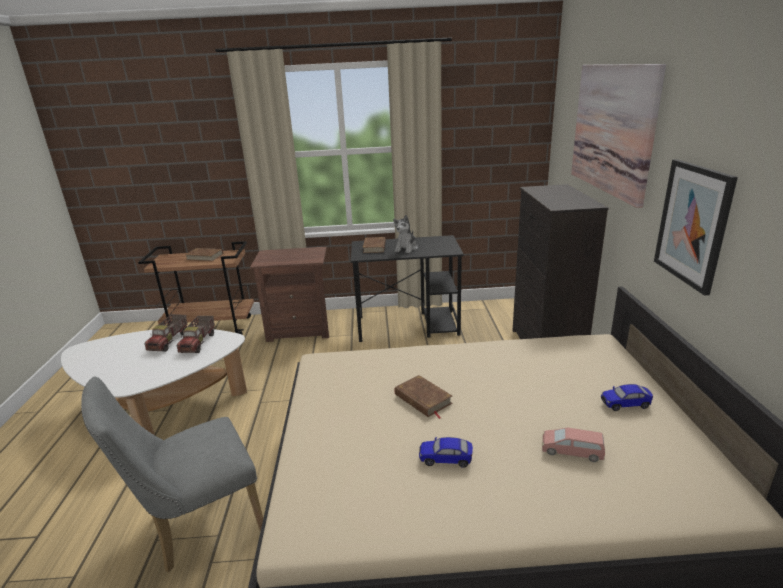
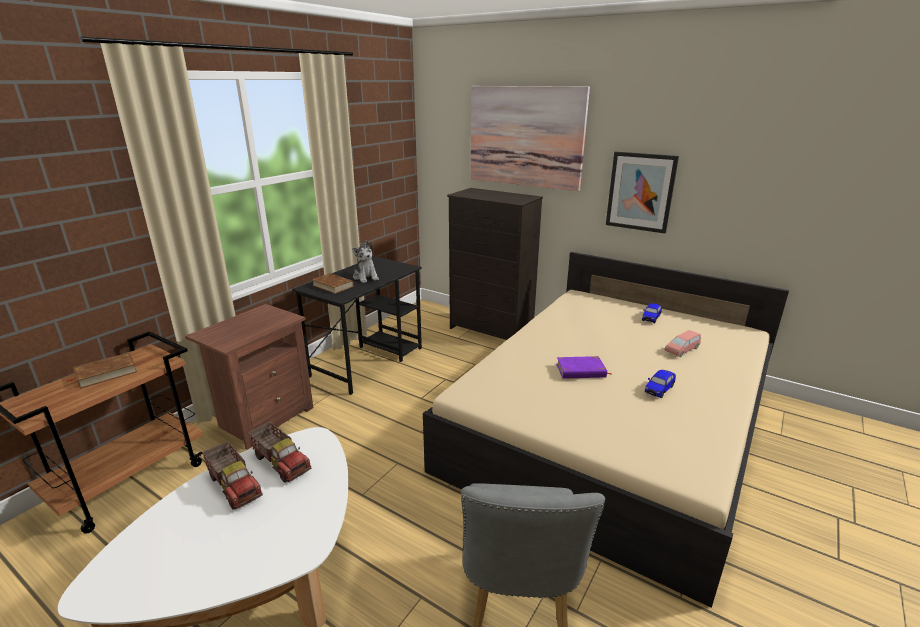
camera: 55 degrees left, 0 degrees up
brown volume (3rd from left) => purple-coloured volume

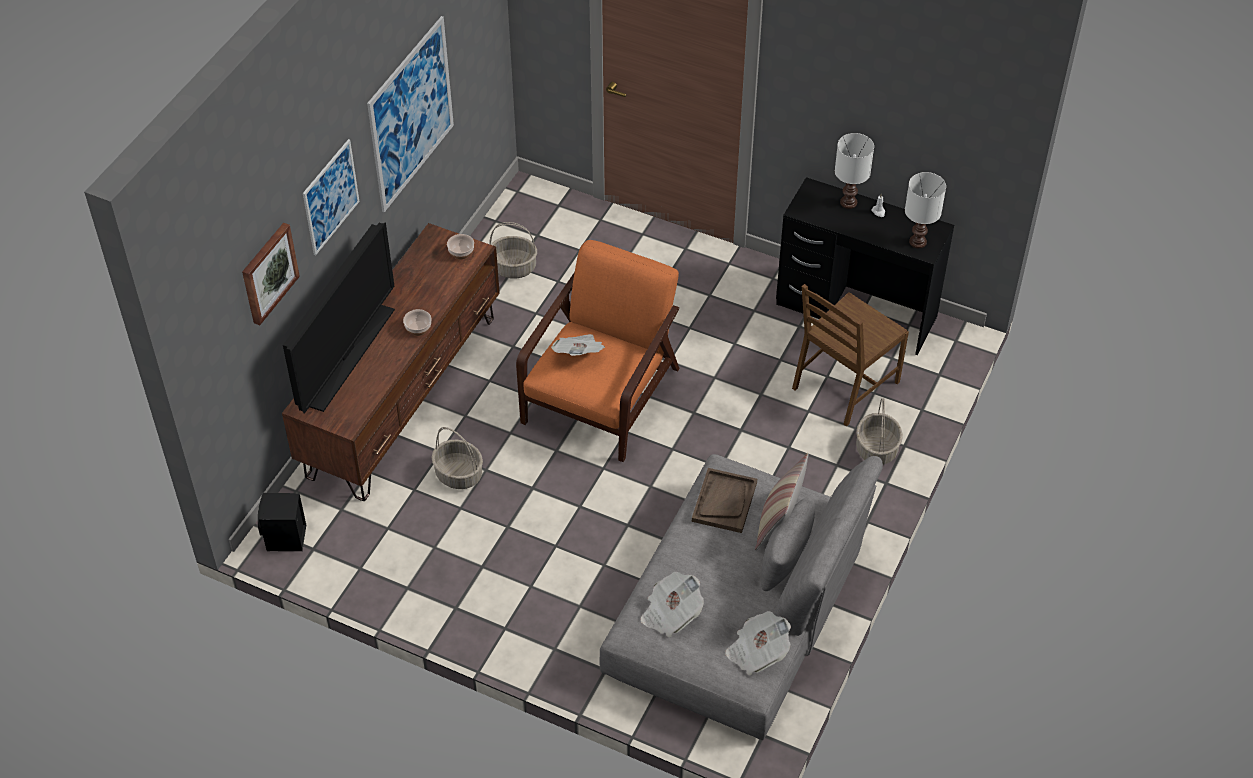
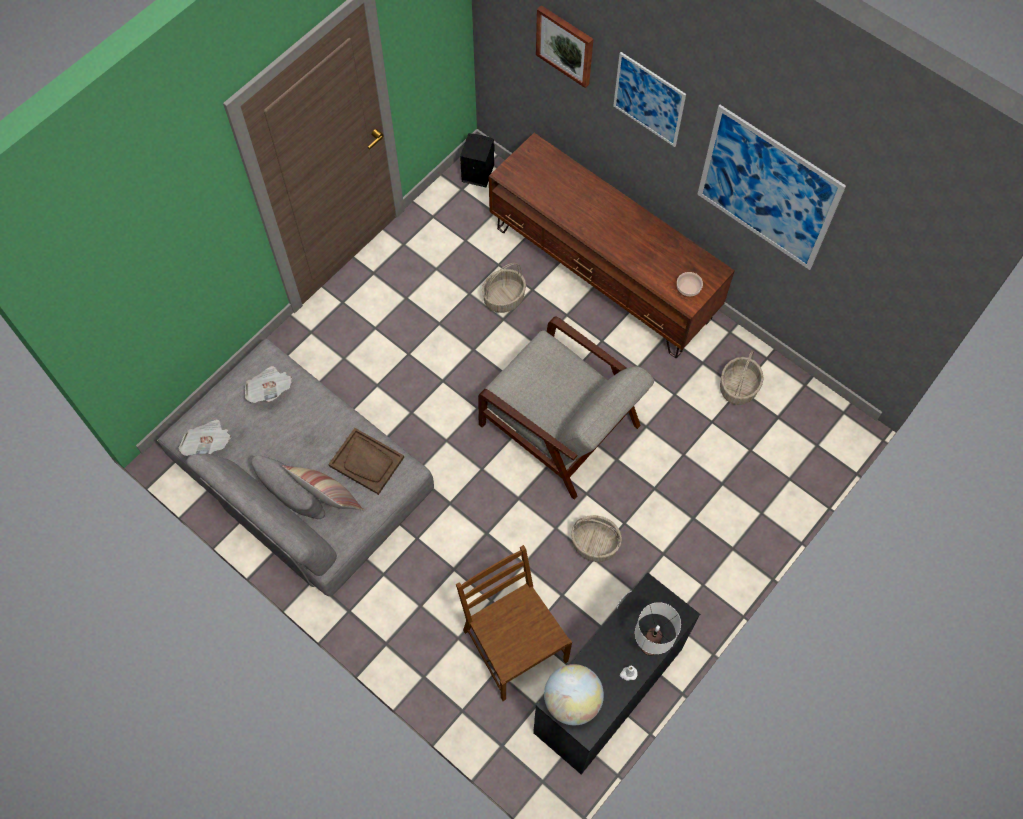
camera: 105 degrees right, 15 degrees up
white tabletop lamp (2nd from left) => globe
television => nothing
orangey lounge chair => grey lounge chair
deep dish (1st from left) => nothing
daily paper (1st from left) => nothing
household basket (3rd from left in the first image) => household basket (2nd from left), move

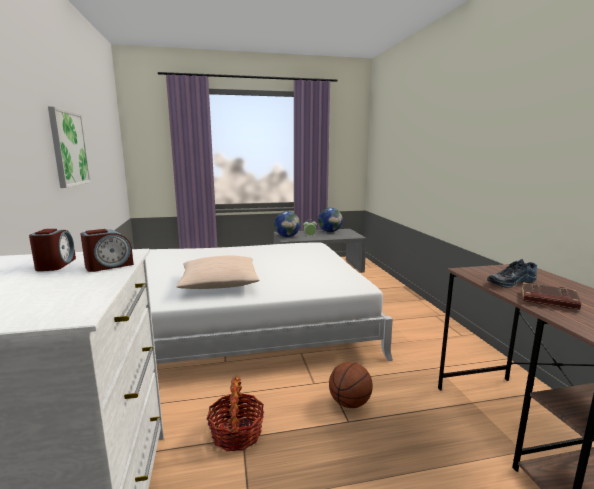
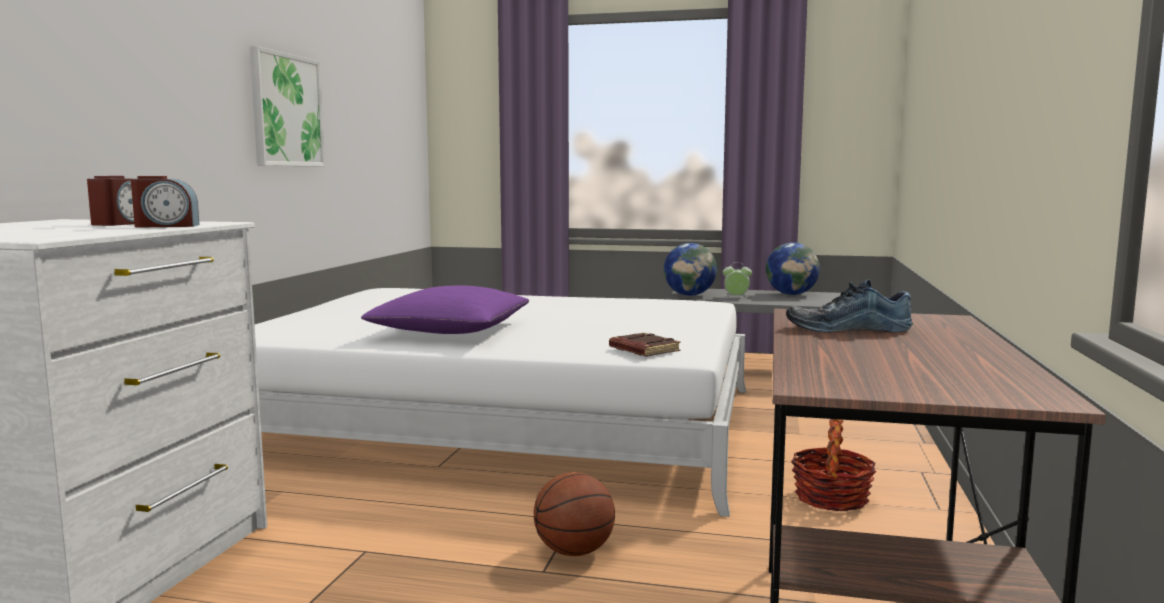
camera: 25 degrees right, 5 degrees down
beige cushion => purple-coloured cushion
brown volume, move
household basket, move

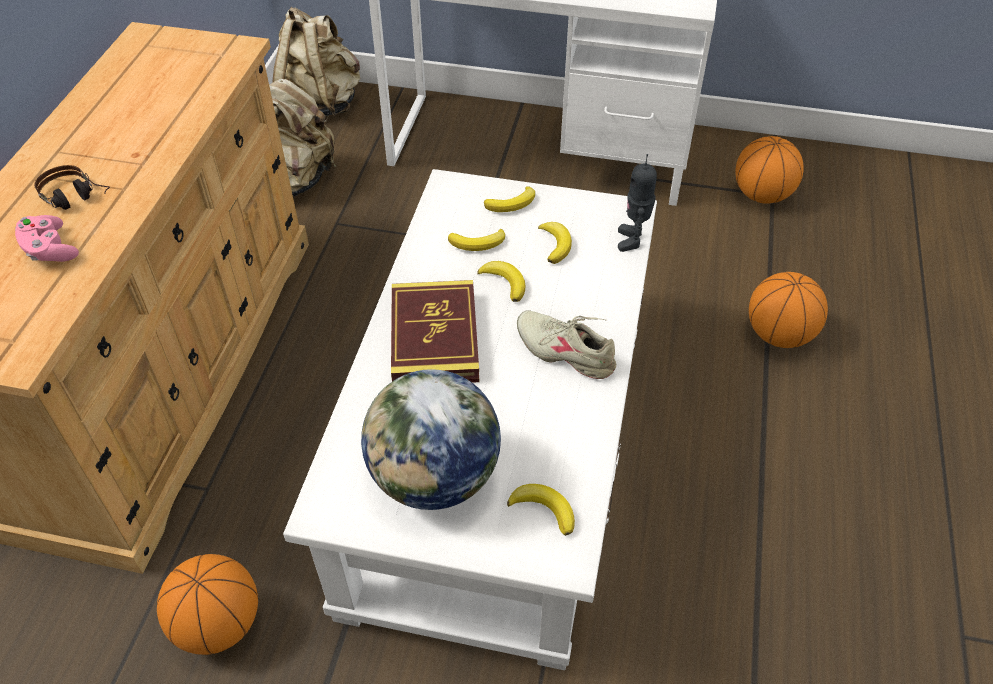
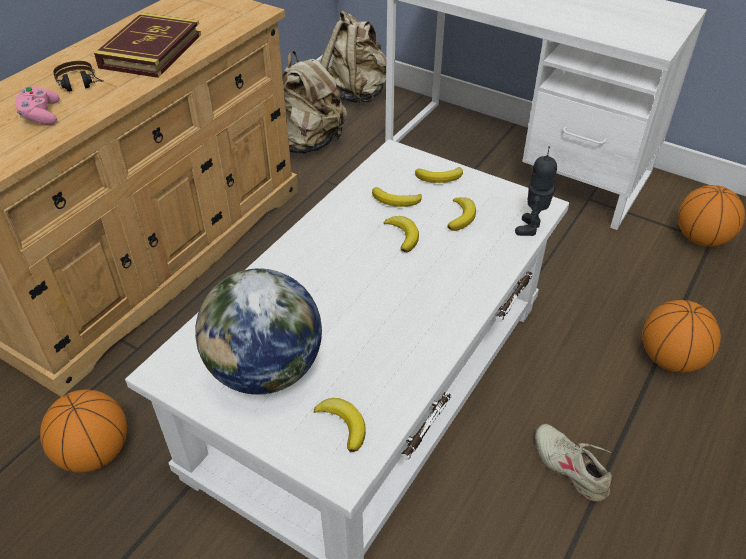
camera: 20 degrees right, 5 degrees down
volume, move
beige low shoe, move

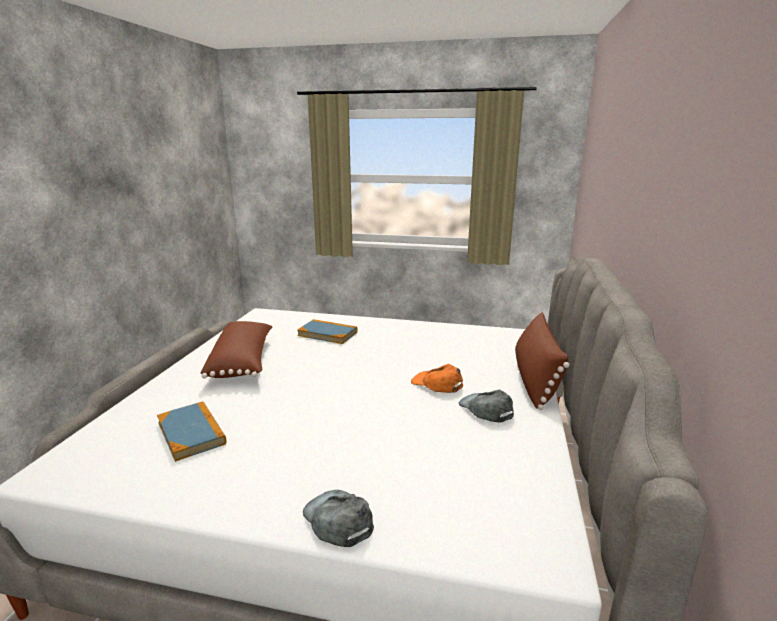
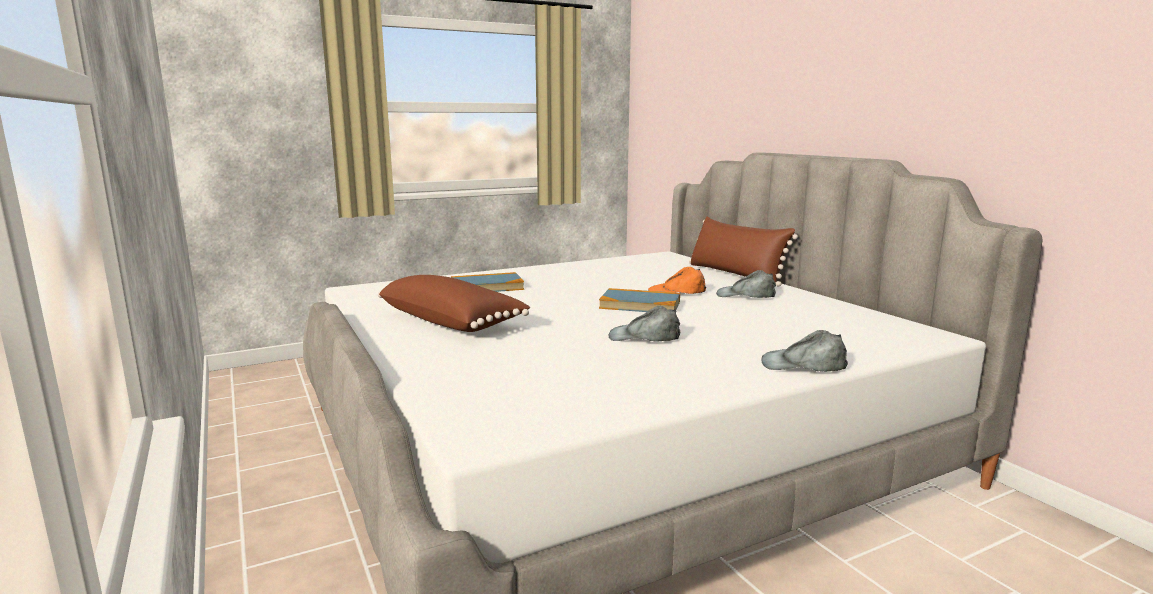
camera: 40 degrees left, 5 degrees down
volume (1st from left in the first image) => volume (2nd from left), move
nothing => grey peaked cap (1st from left)

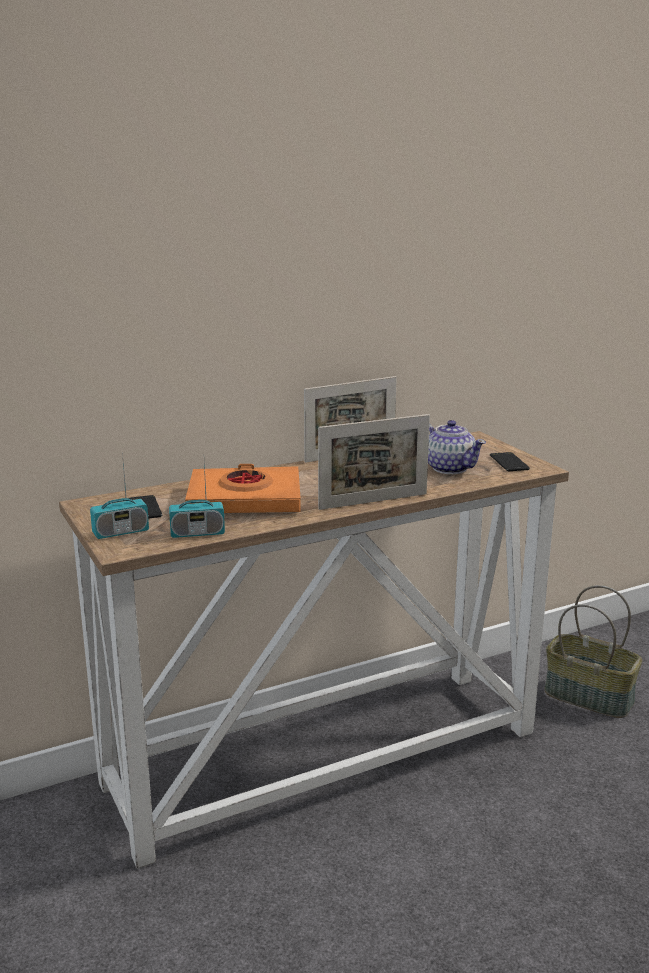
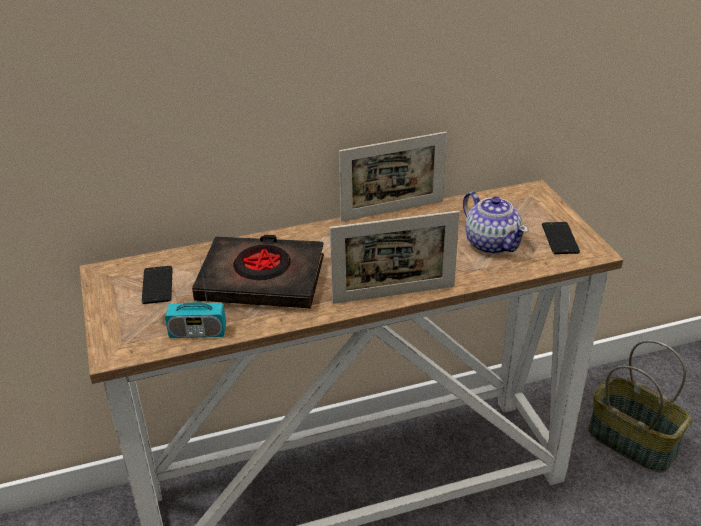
camera: 10 degrees right, 15 degrees up
radio (1st from left) => nothing
orangey volume => black volume

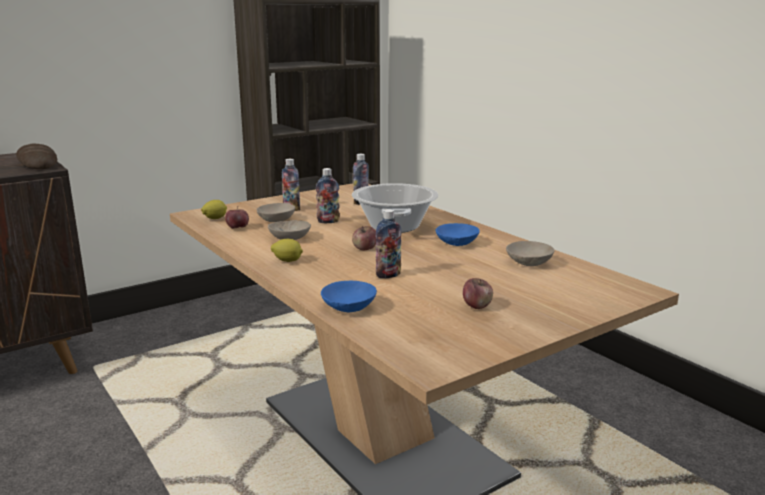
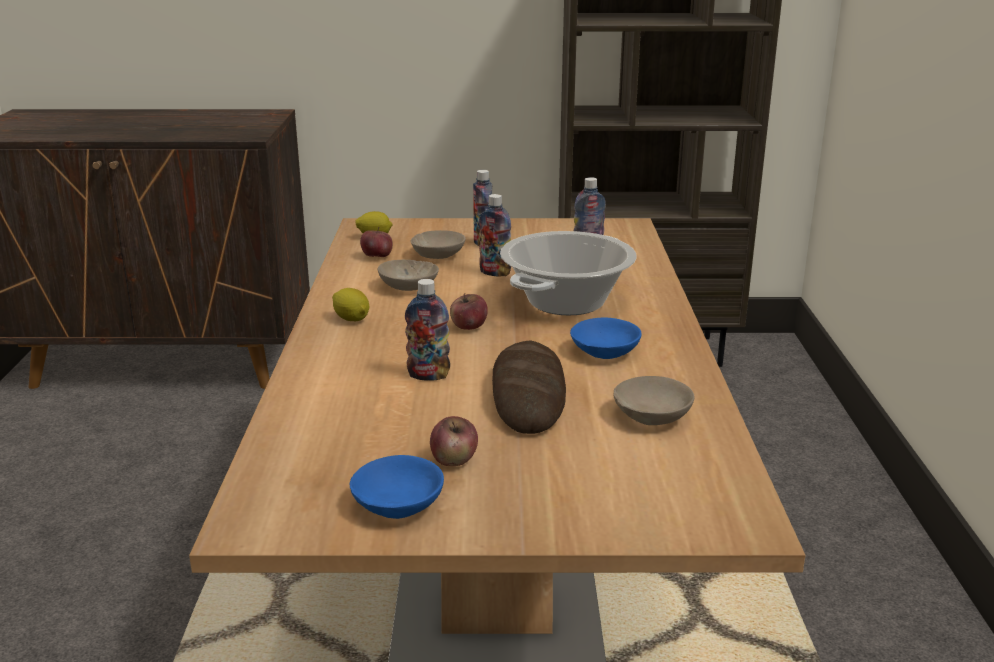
camera: 35 degrees right, 5 degrees up
bread, move
bluish deep dish (1st from left), move

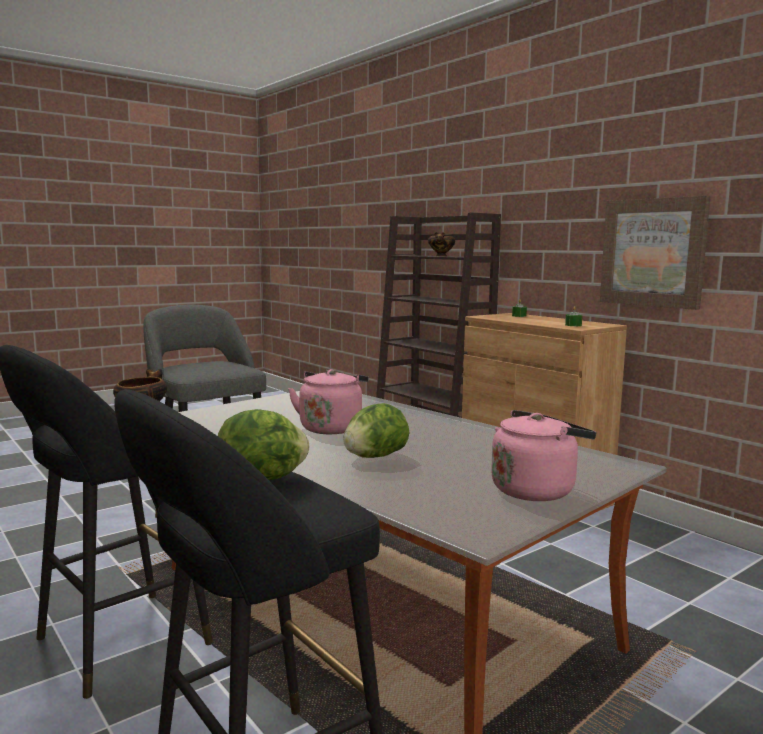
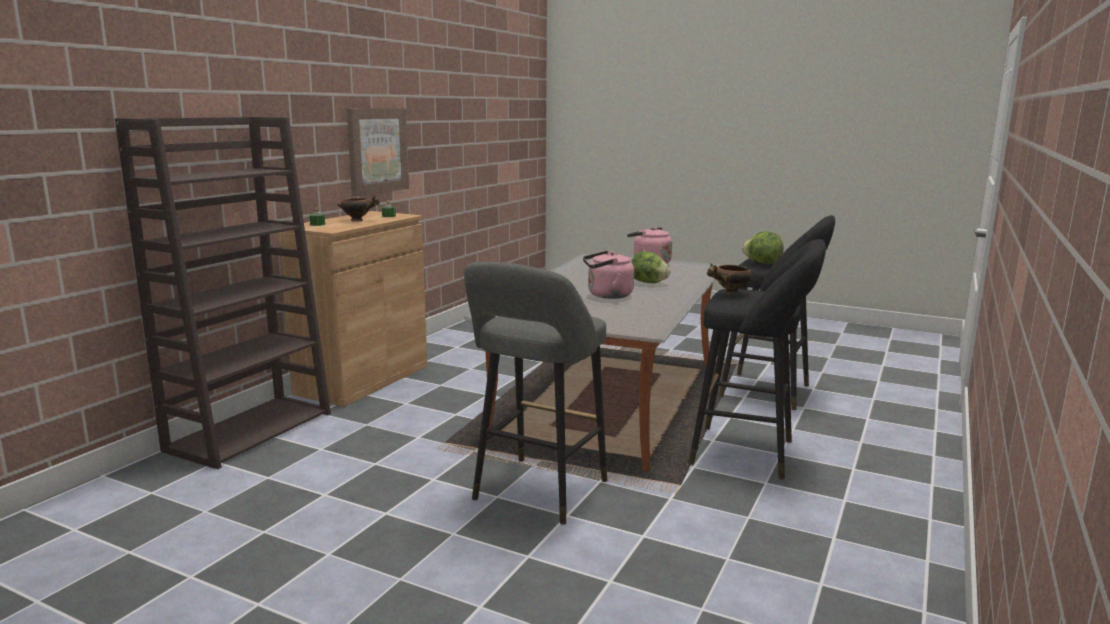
camera: 115 degrees left, 5 degrees up
deep dish (2nd from left in the first image) => deep dish (1st from left), move

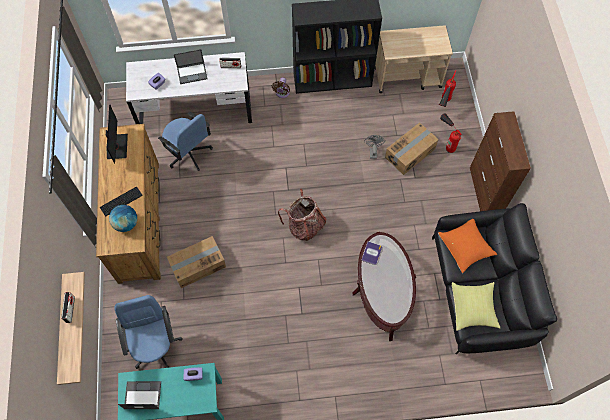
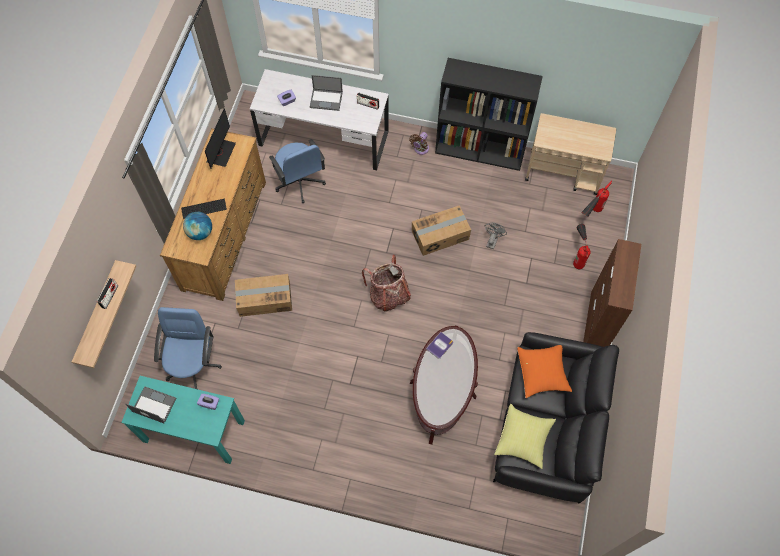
camera: 20 degrees right, 0 degrees up
carton (2nd from left), move

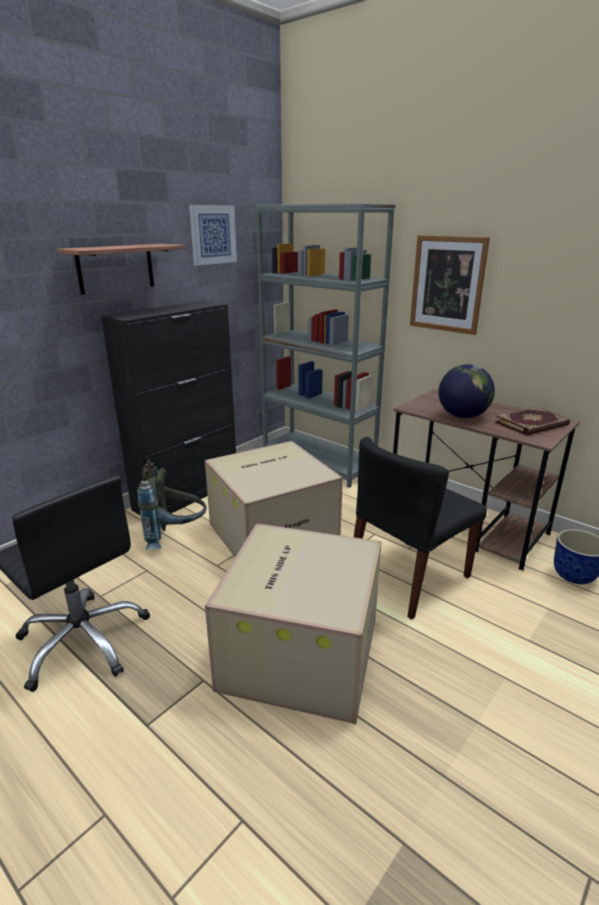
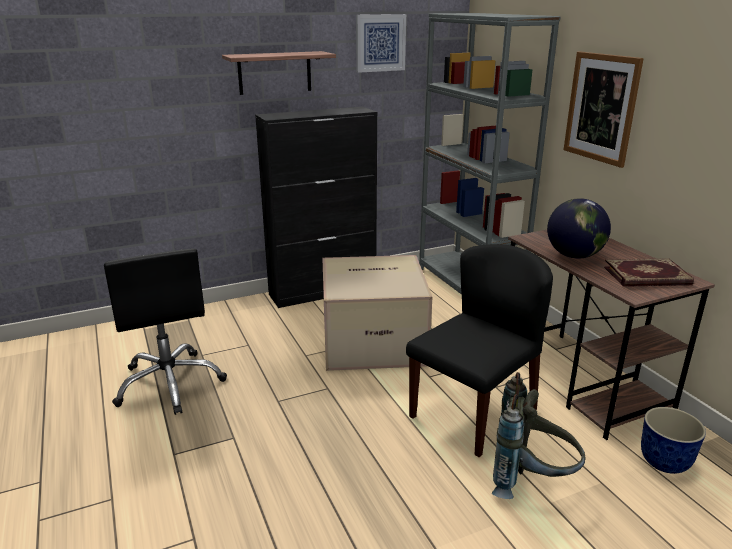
camera: 25 degrees right, 0 degrees up
black upright chair, 150 degrees clockwise
grey knapsack, move
carton (2nd from left) => nothing

